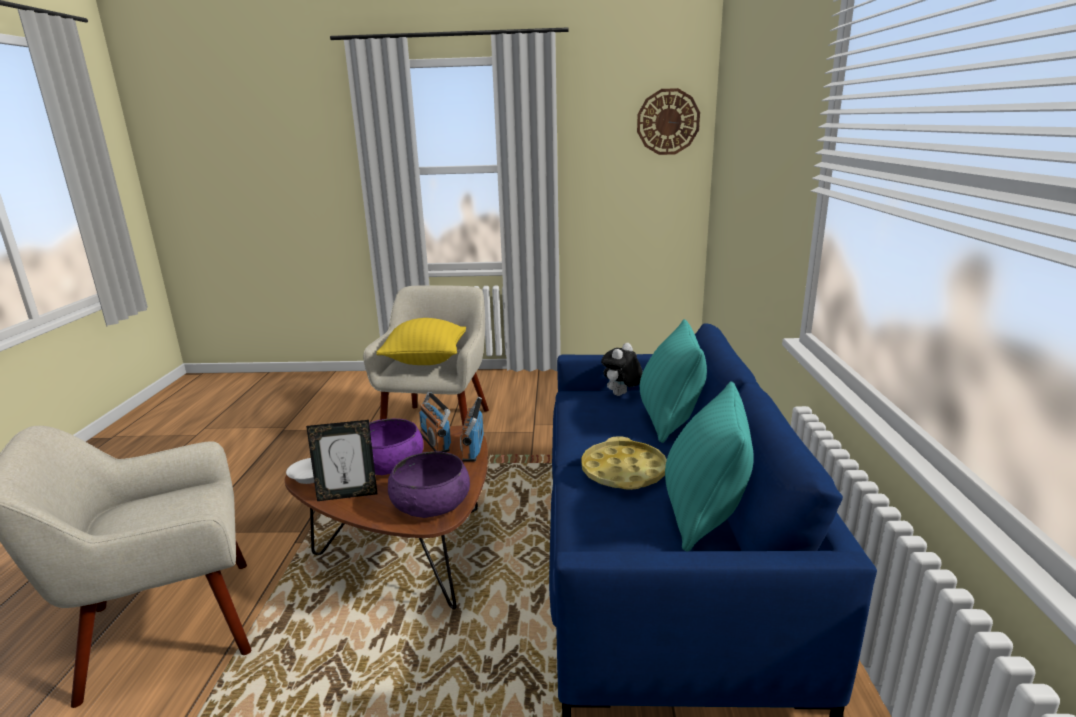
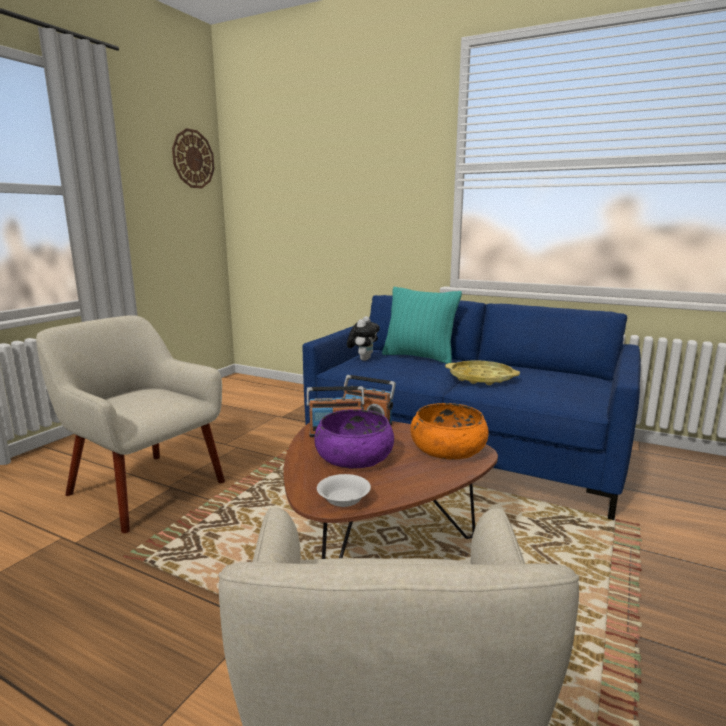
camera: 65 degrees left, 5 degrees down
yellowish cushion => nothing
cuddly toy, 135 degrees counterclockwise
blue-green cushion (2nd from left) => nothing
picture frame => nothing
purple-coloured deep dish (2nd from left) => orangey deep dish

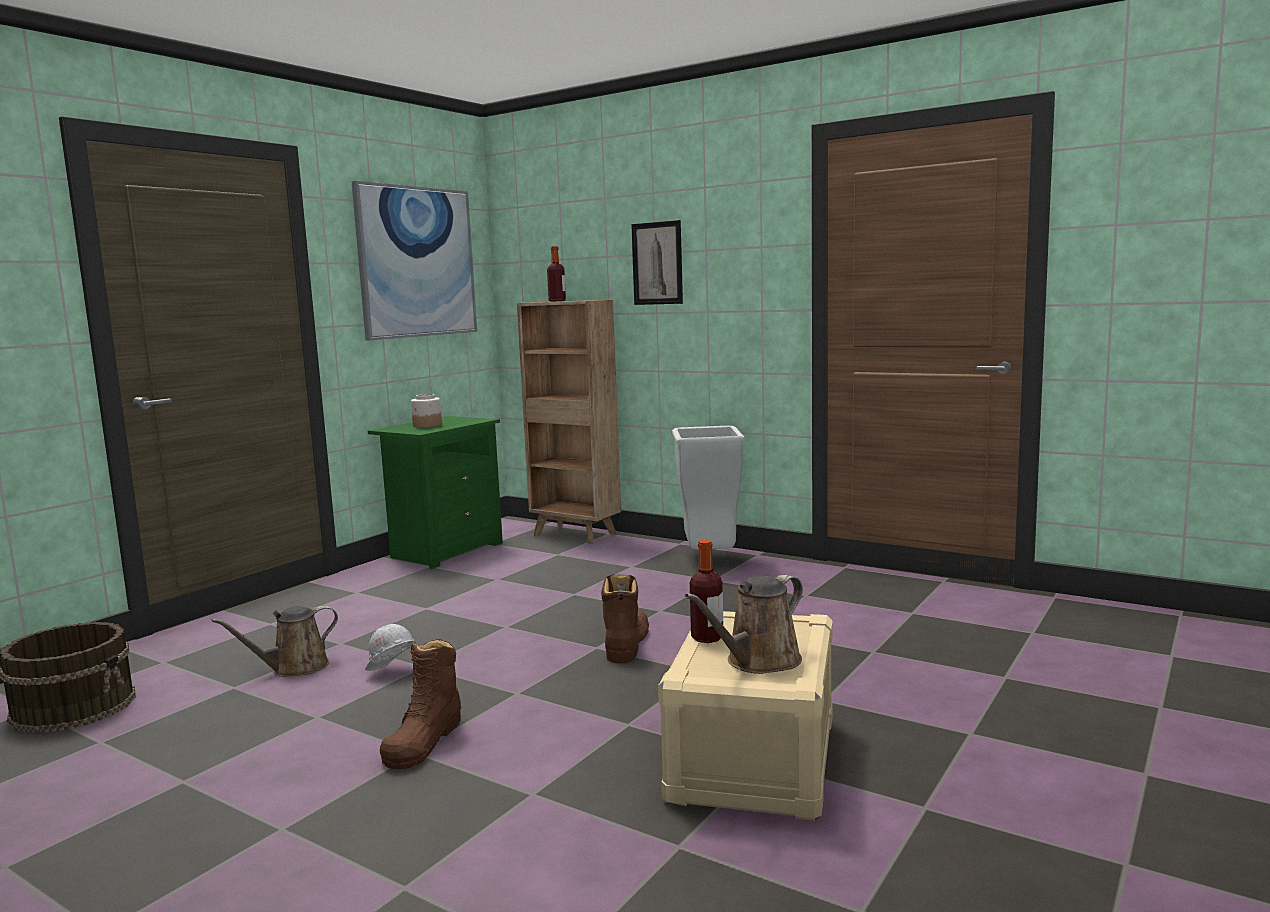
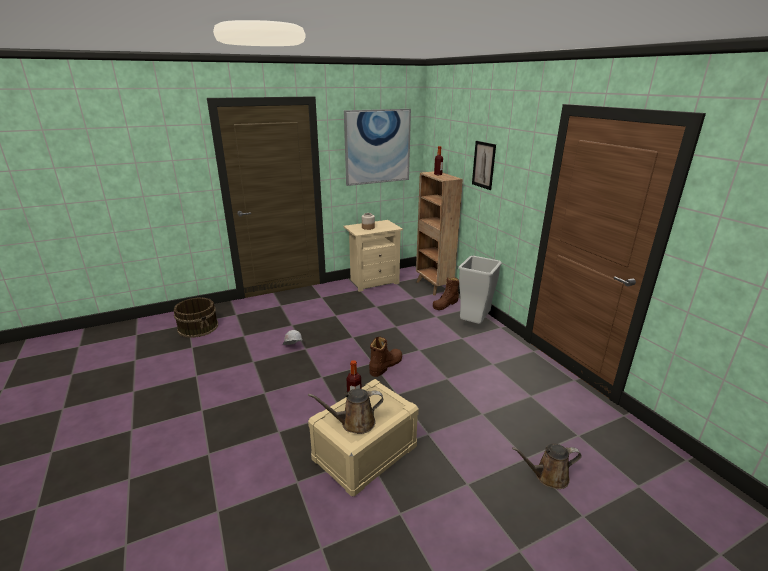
camera: 30 degrees right, 15 degrees up
greenish bedside table => beige bedside table
brown watering can (1st from left in the first image) => brown watering can (2nd from left), move
brown tall boot (1st from left in the first image) => brown tall boot (2nd from left), move

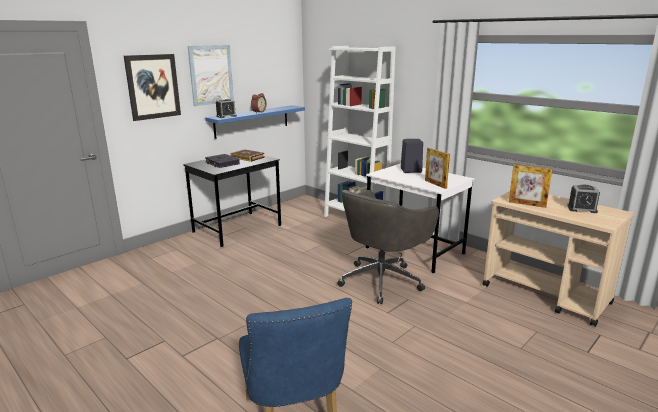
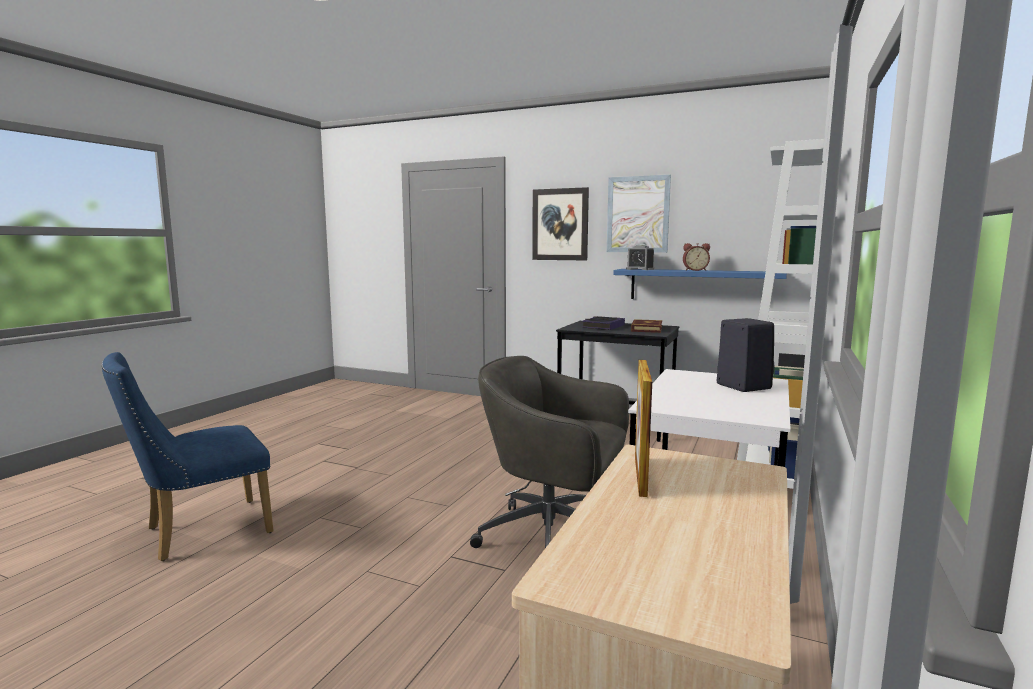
camera: 70 degrees right, 10 degrees down
picture frame (1st from left) => nothing
table clock (3rd from left) => nothing

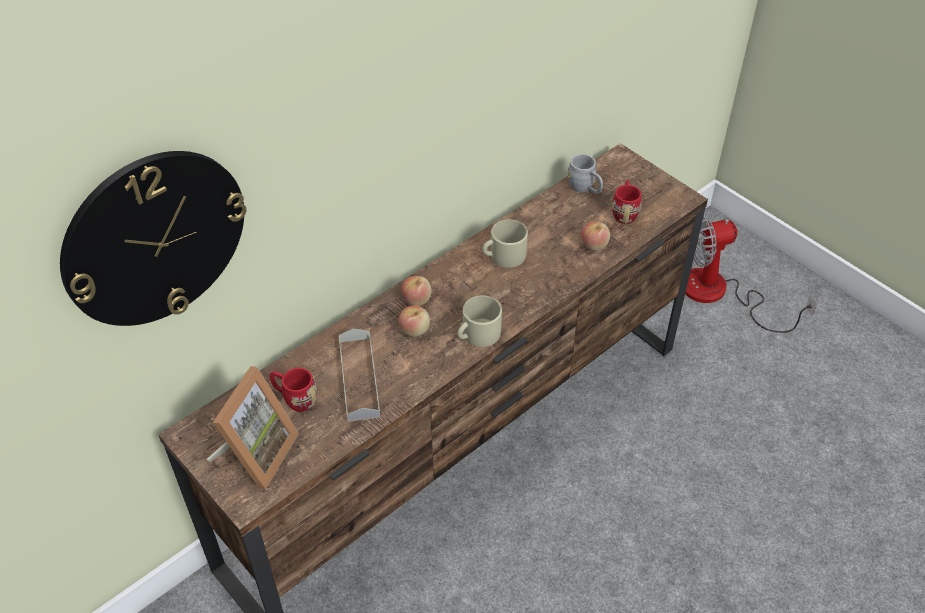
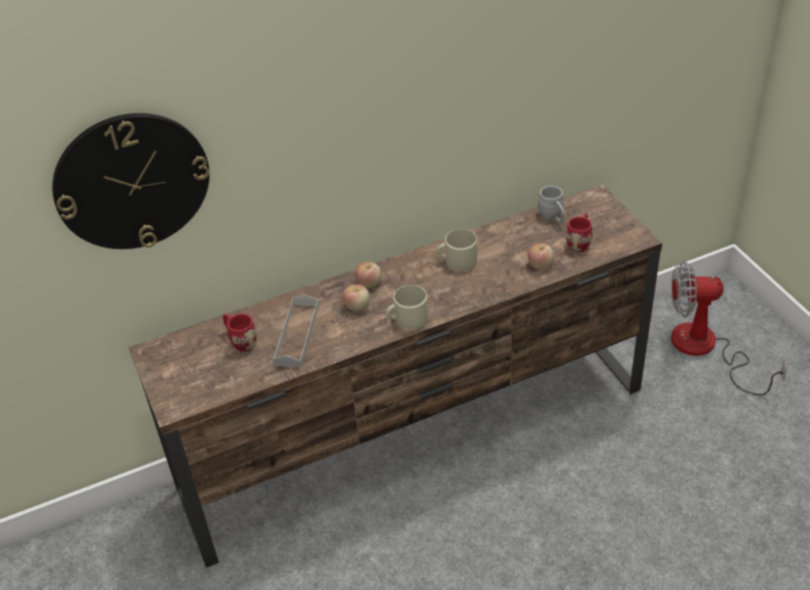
camera: 20 degrees right, 5 degrees down
picture frame => nothing

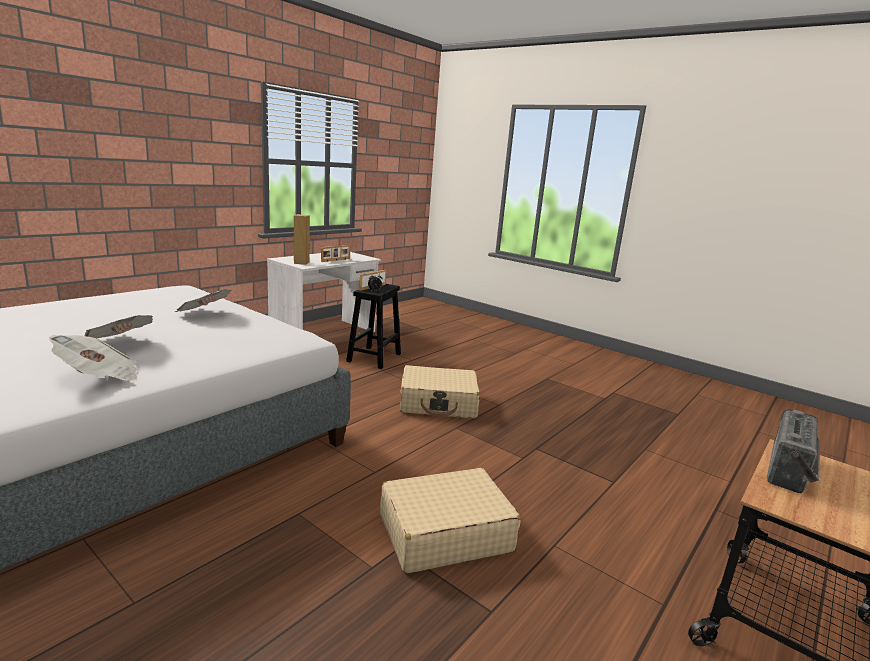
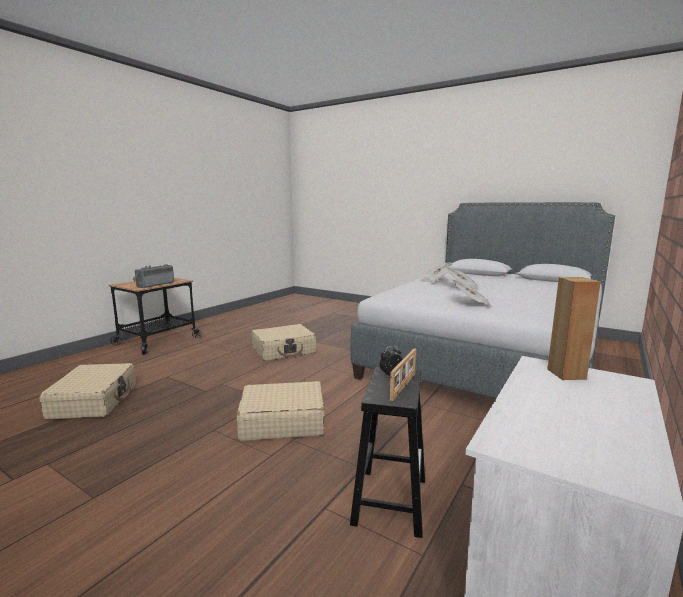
camera: 175 degrees right, 5 degrees down
picture frame (1st from left) => nothing
nothing => beige travel case (1st from left)

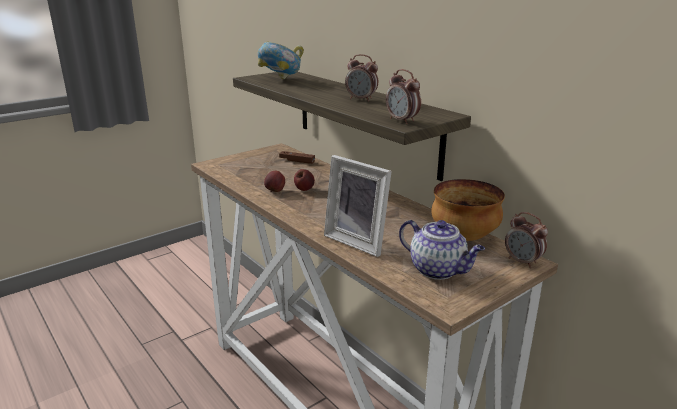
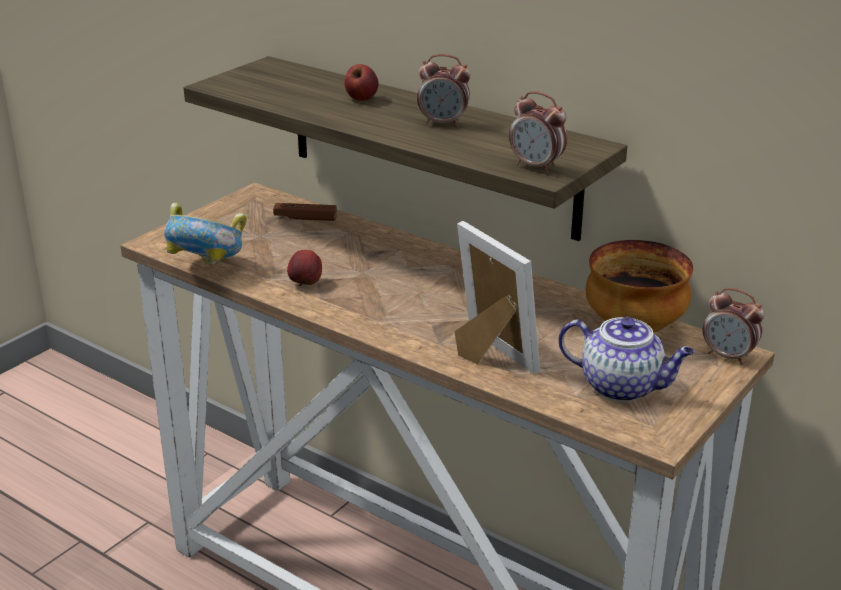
camera: 15 degrees left, 5 degrees up
deep dish (1st from left), move
picture frame, 150 degrees counterclockwise
whole apple (2nd from left), move

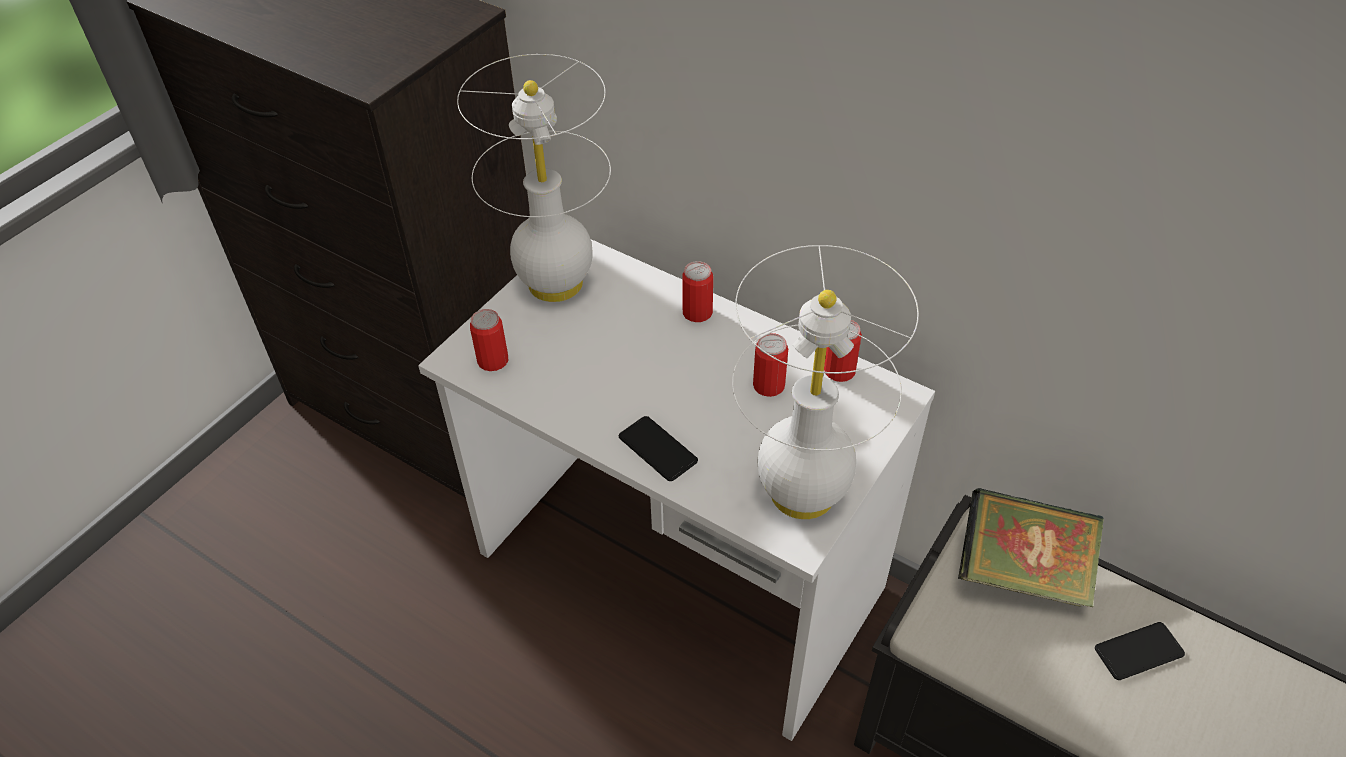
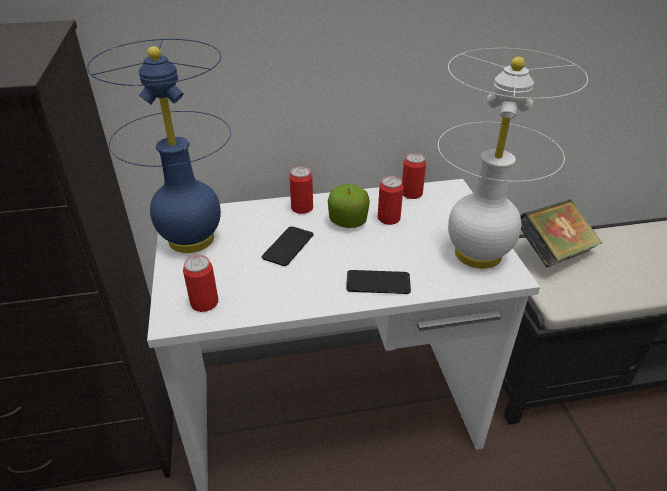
camera: 45 degrees left, 10 degrees down
white tabletop lamp (1st from left) => bluish tabletop lamp
handset (2nd from left in the first image) => handset (1st from left), move
nothing => whole apple

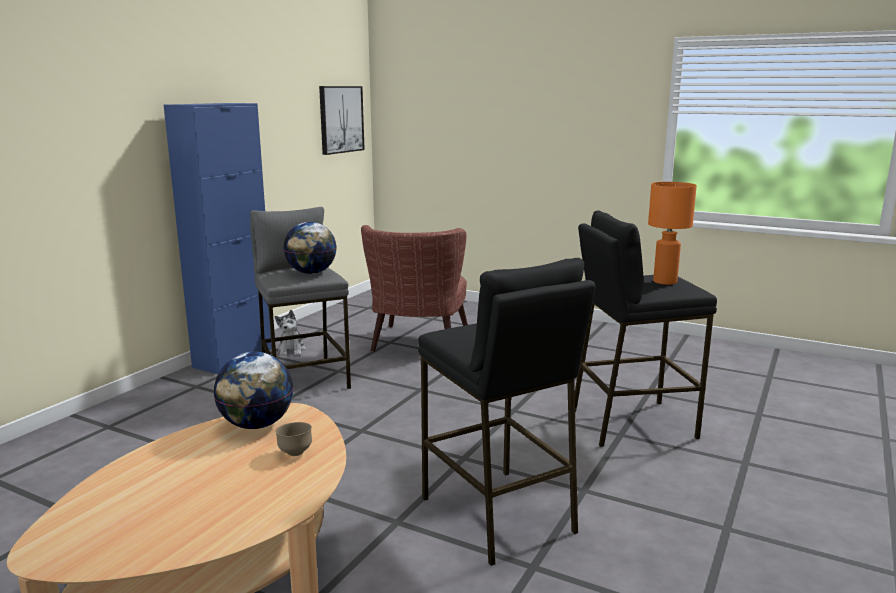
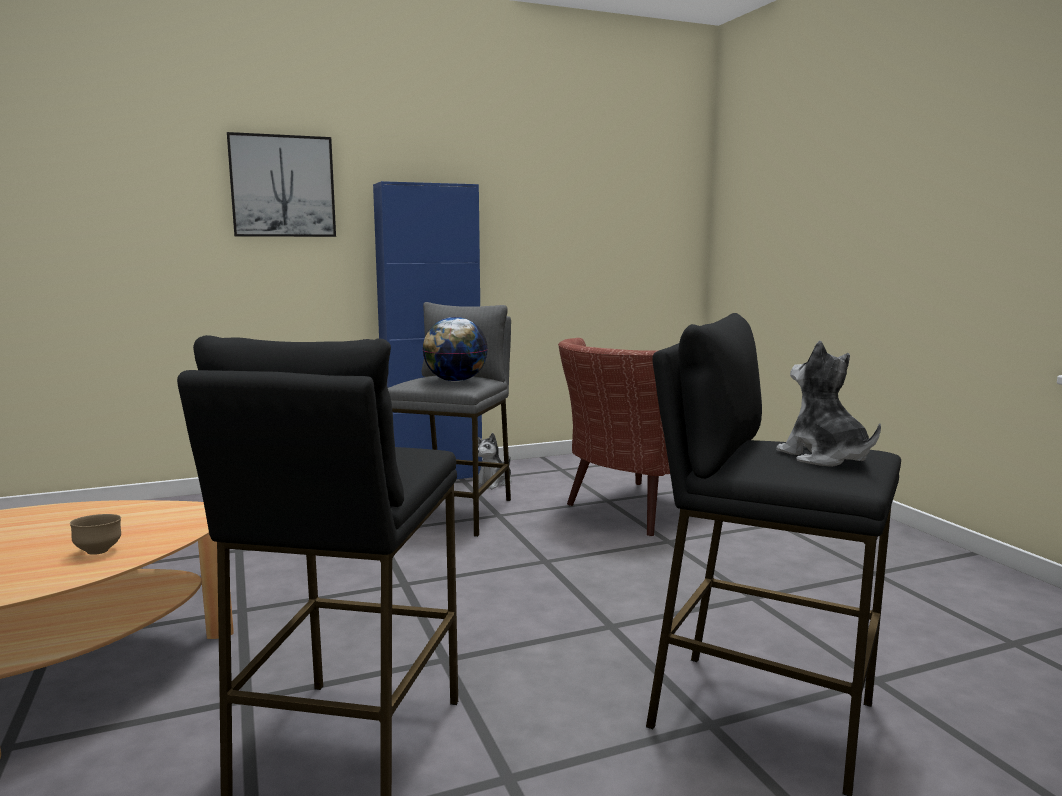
camera: 40 degrees right, 5 degrees down
picture, move
orangey tabletop lamp => cuddly toy (2nd from left)
globe (1st from left) => nothing

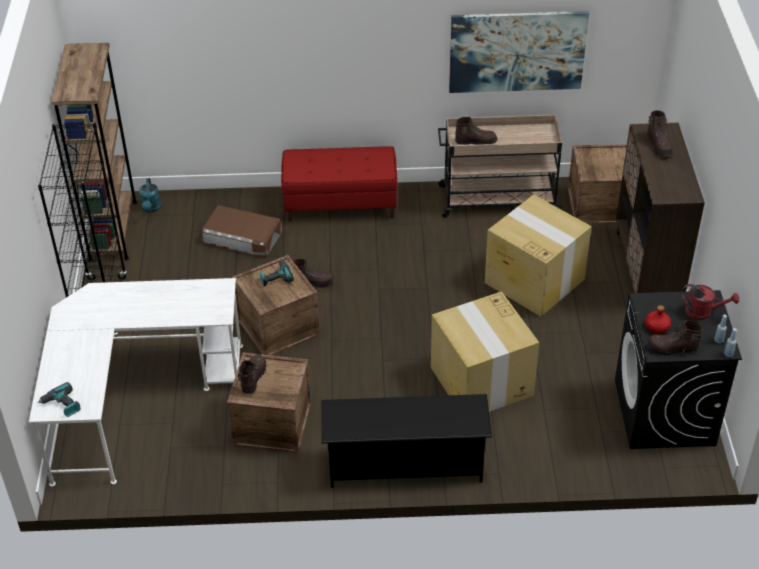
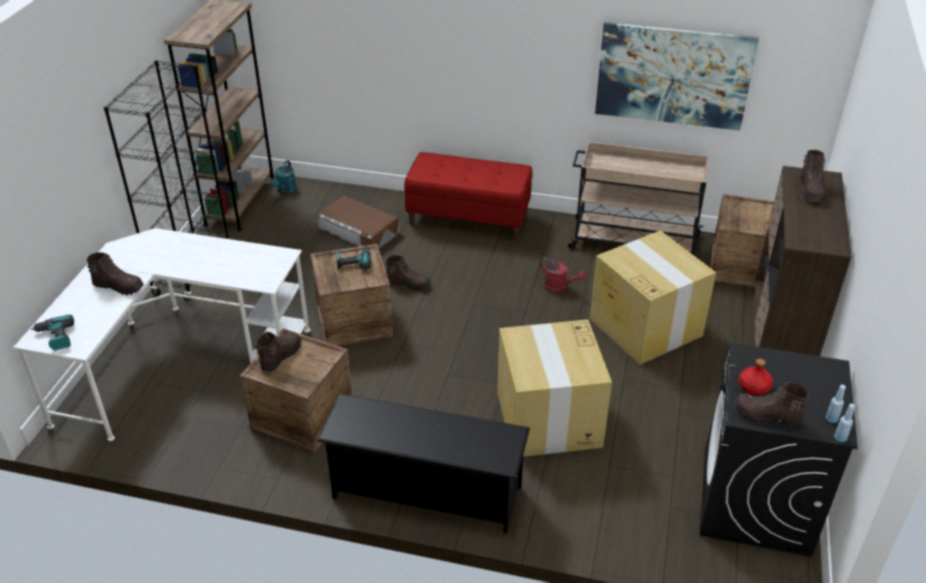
camera: 15 degrees right, 5 degrees down
brown tall boot (3rd from left in the first image) => brown tall boot (1st from left), move
reddish watering can, move

